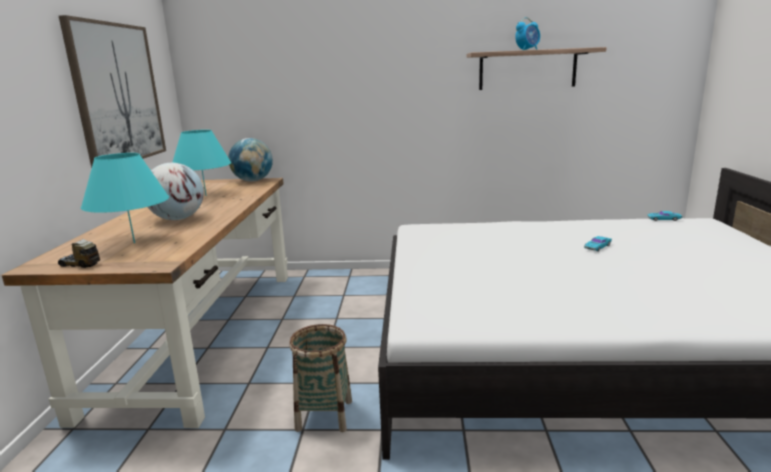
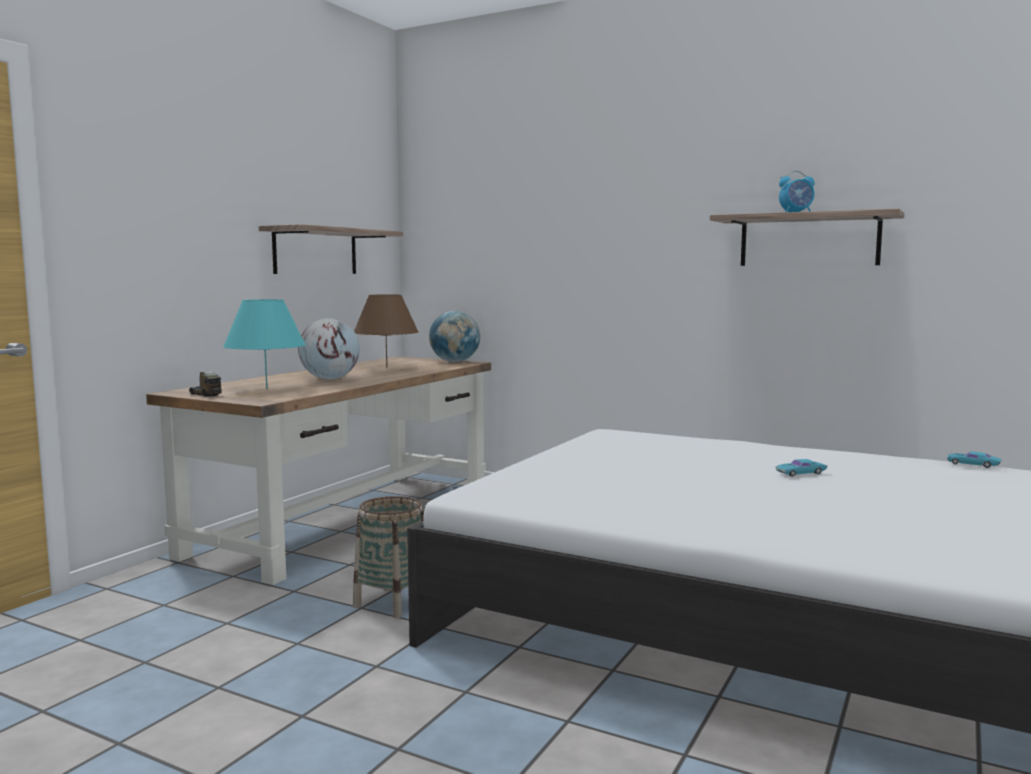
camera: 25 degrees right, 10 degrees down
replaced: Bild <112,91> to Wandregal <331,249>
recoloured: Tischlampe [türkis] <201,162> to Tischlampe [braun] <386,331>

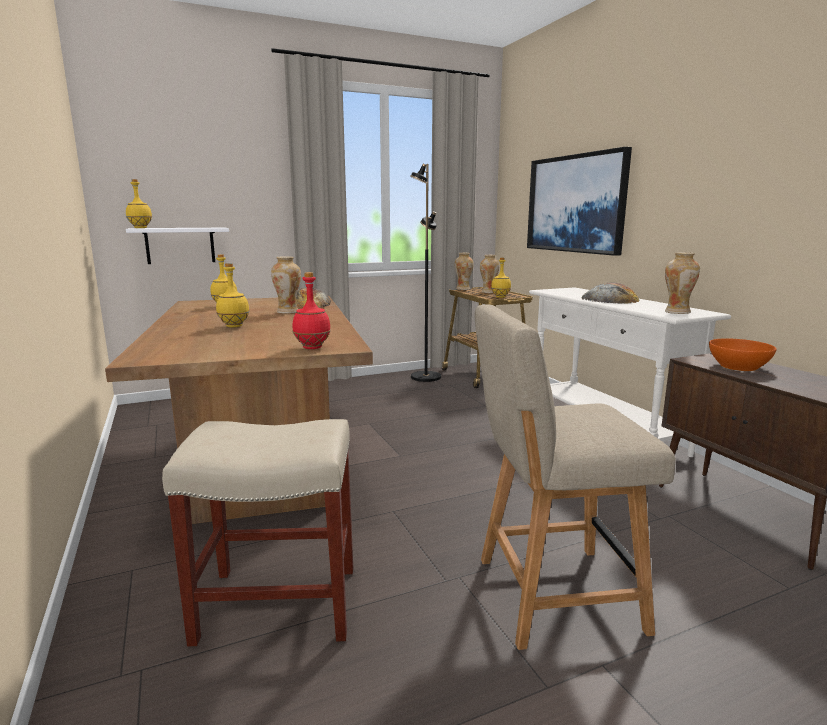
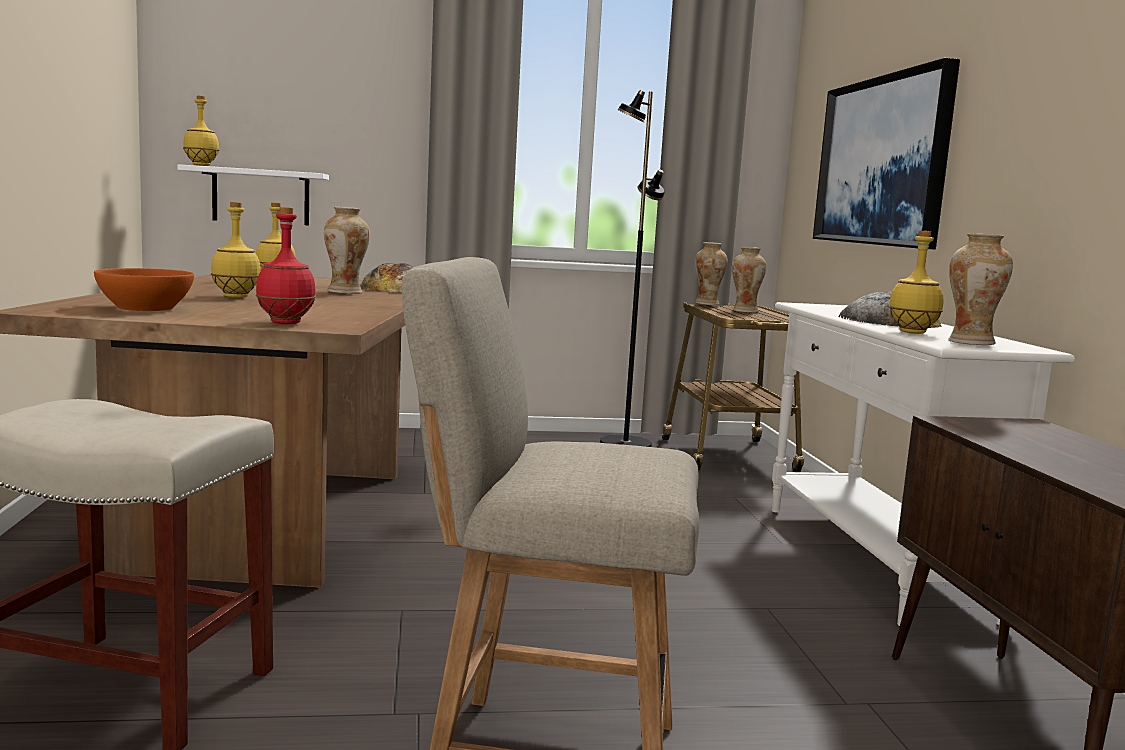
camera: 15 degrees right, 5 degrees down
moved: Flasche [gelb] <501,277> to <915,282>; Schüssel [orange] <743,354> to <144,289>

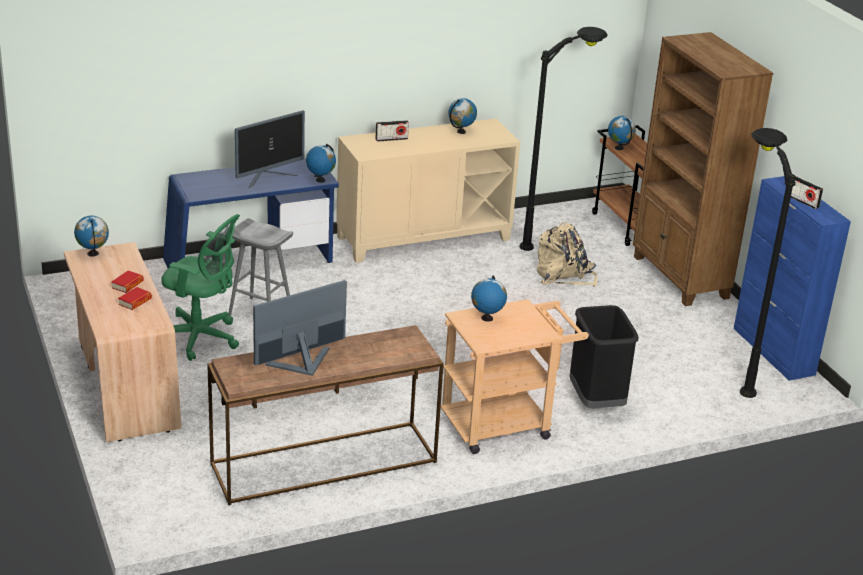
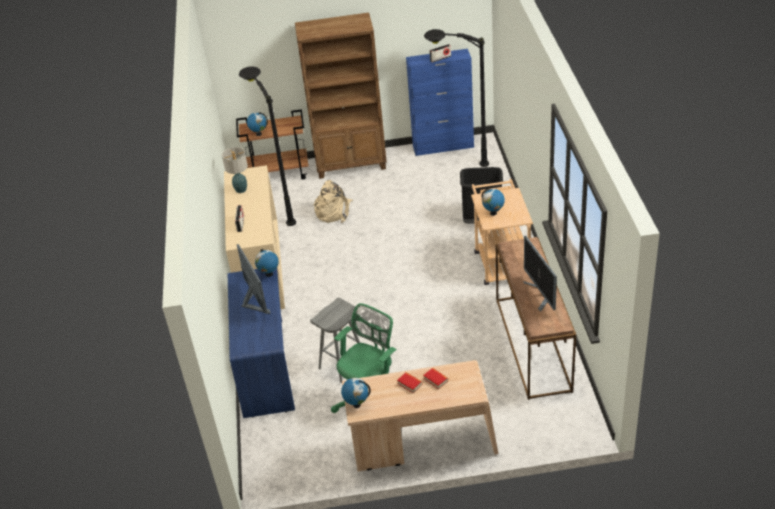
camera: 70 degrees left, 10 degrees up
replaced: Globus <463,116> to Tischlampe <235,170>

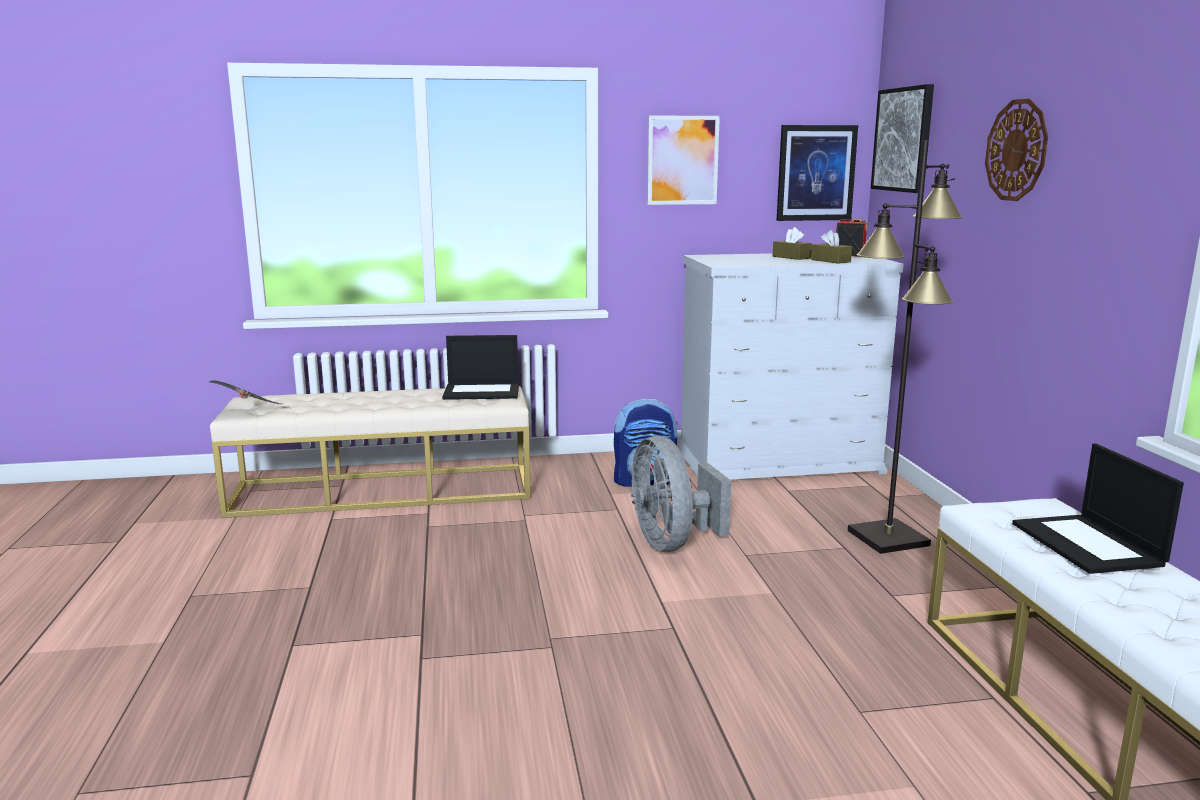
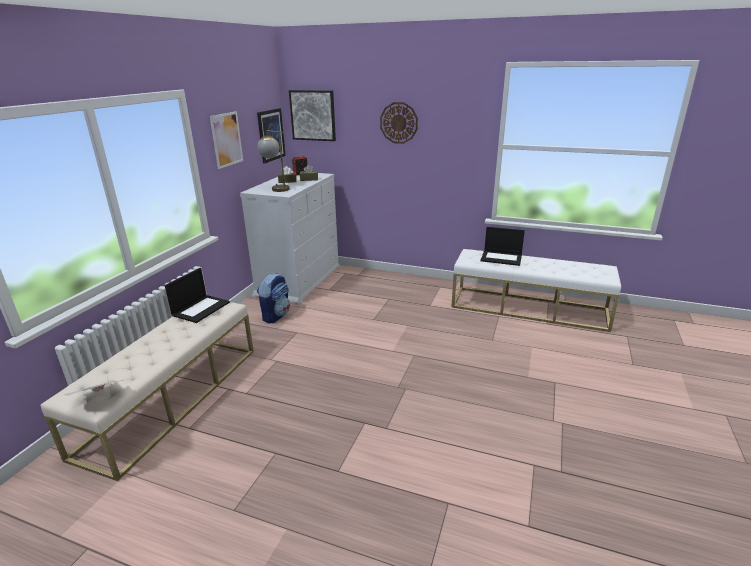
camera: 60 degrees left, 10 degrees up
removed: Stehlampe [schwarz] <905,347>; Ventilator [grau] <681,494>
added: Tischlampe <273,161>

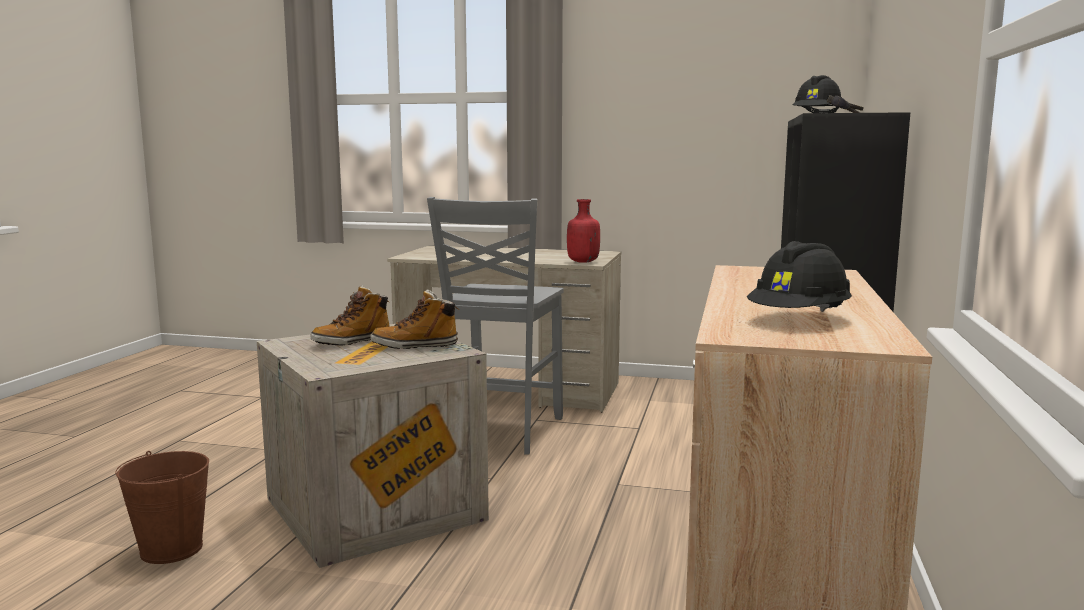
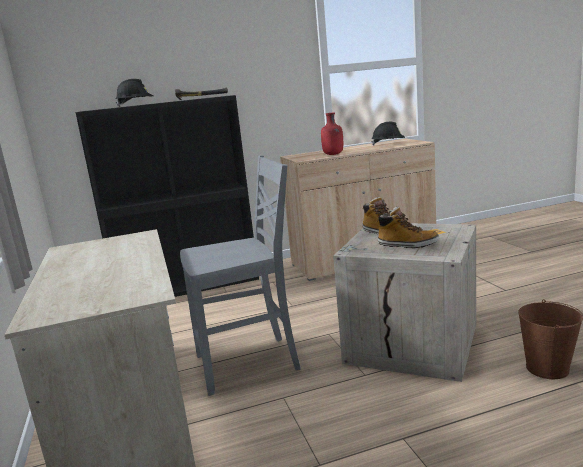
camera: 120 degrees left, 5 degrees up
moved: Flasche [rot] <583,231> to <332,134>

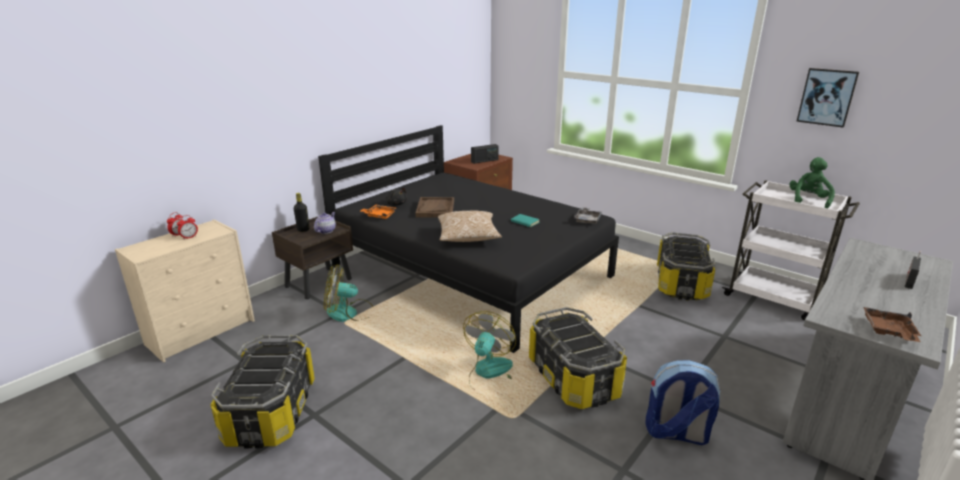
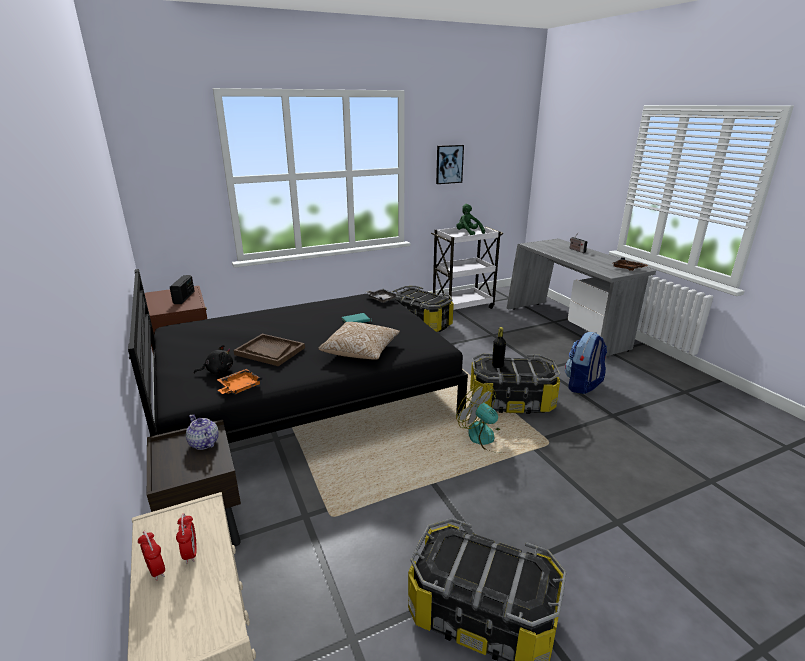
camera: 65 degrees left, 0 degrees up
removed: Ventilator <348,293>
moved: Flasche [schwarz] <301,212> to <499,347>

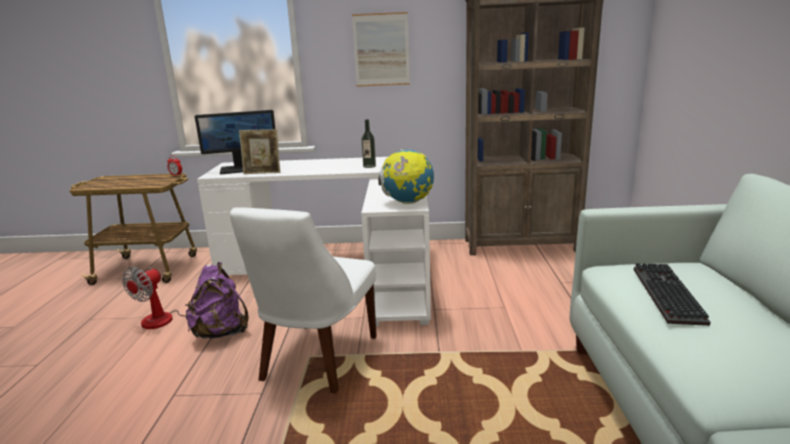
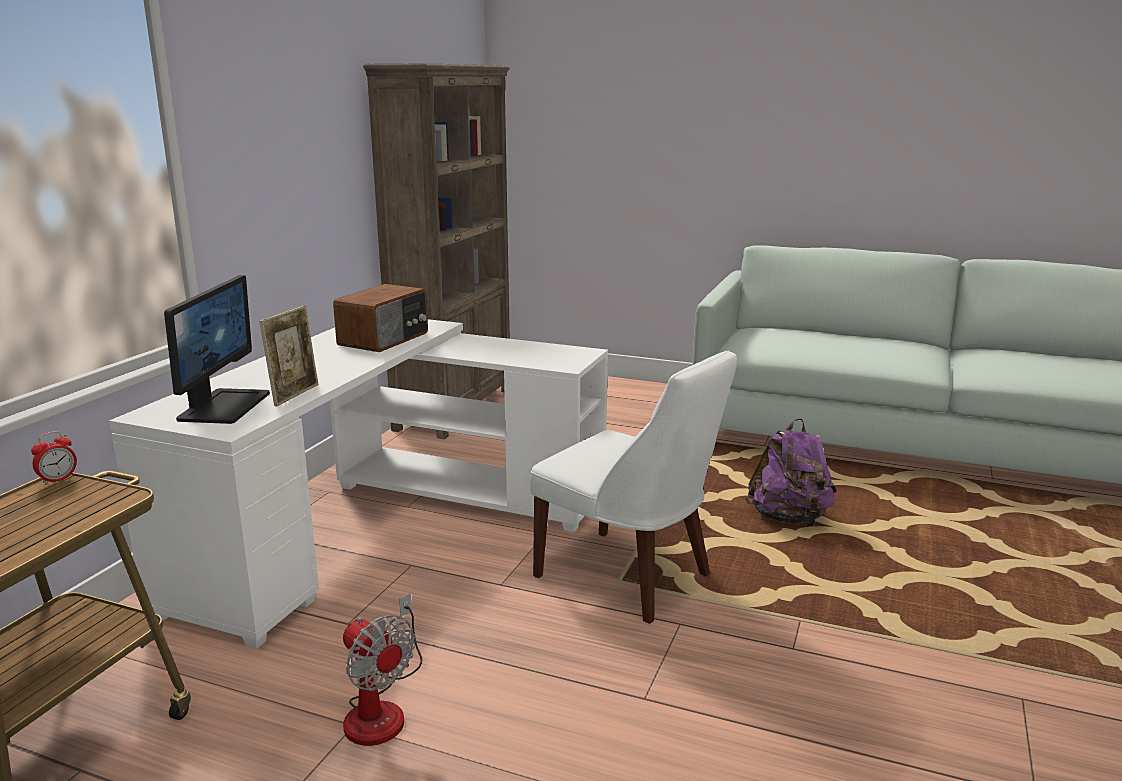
camera: 70 degrees left, 0 degrees up
removed: Bild <381,49>; Globus <406,176>; Tastatur <672,294>
moved: Rucksack [lila] <216,300> to <791,472>
replaced: Flasche <369,143> to Radio <380,318>

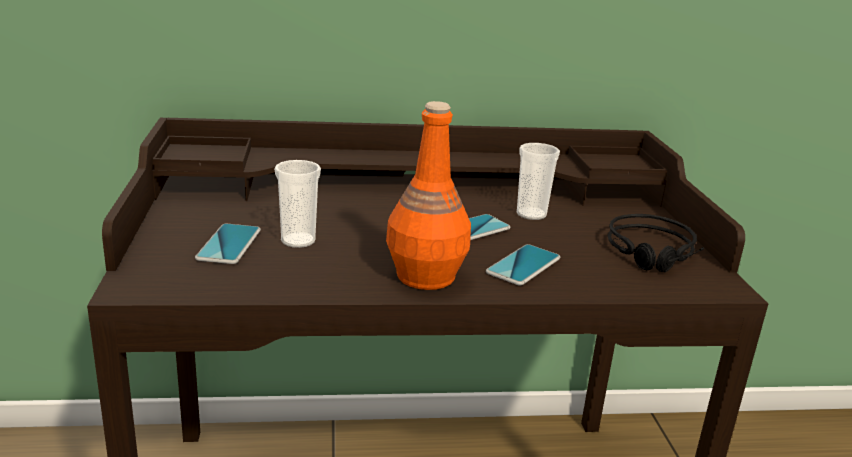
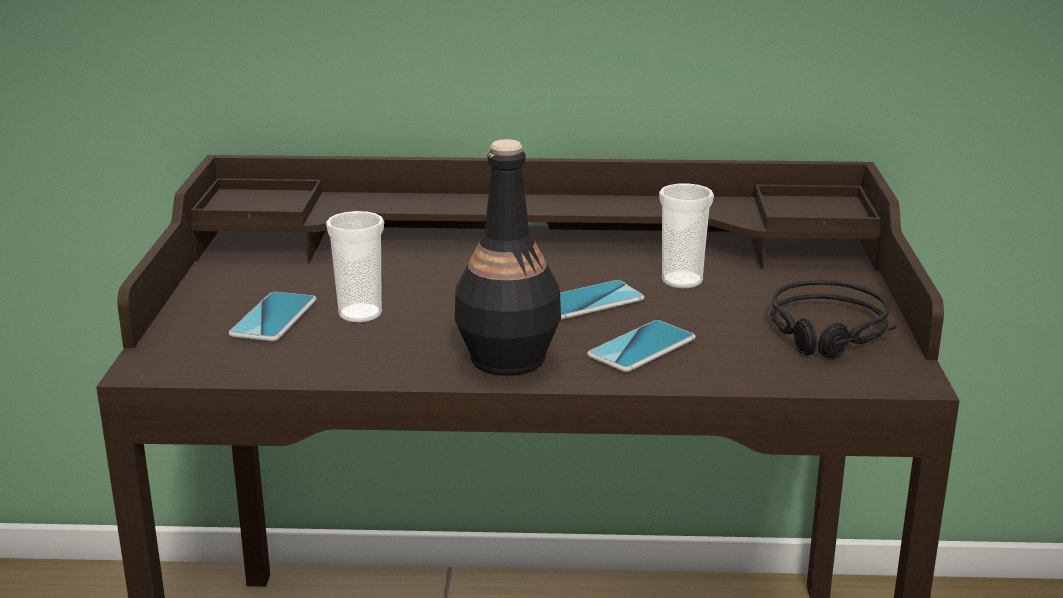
camera: 10 degrees right, 0 degrees up
recoloured: Flasche [orange] <428,195> to Flasche [schwarz] <508,257>

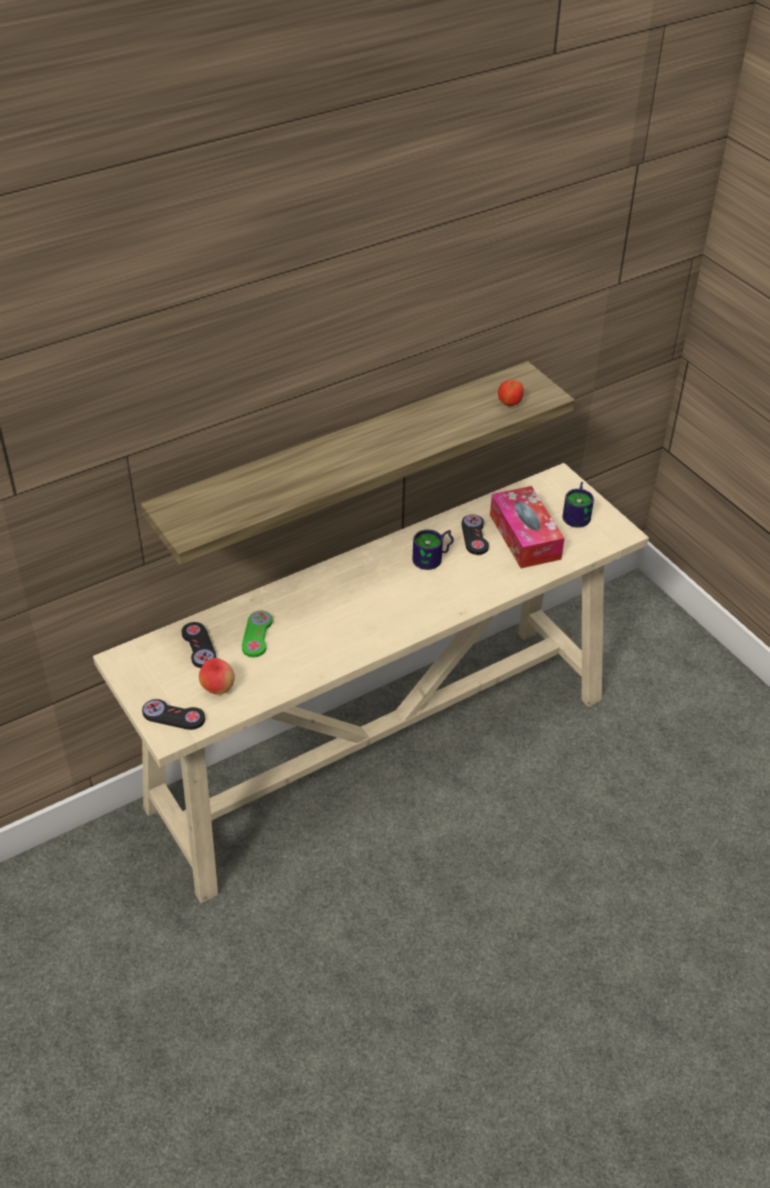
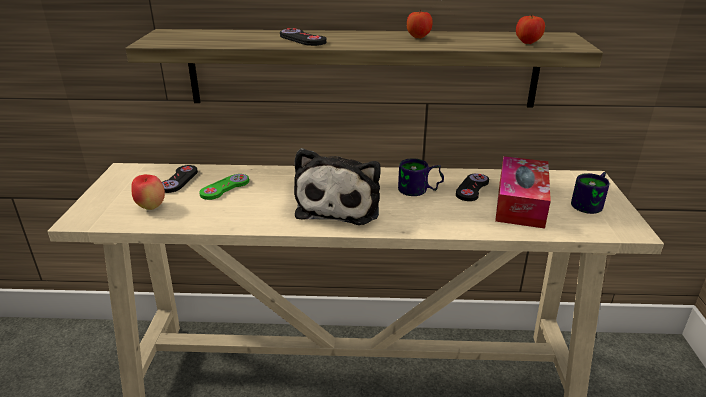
camera: 35 degrees right, 15 degrees down
added: Apfel <420,24>; Plüschtier <337,186>
moved: Gamepad [schwarz] <173,714> to <303,37>

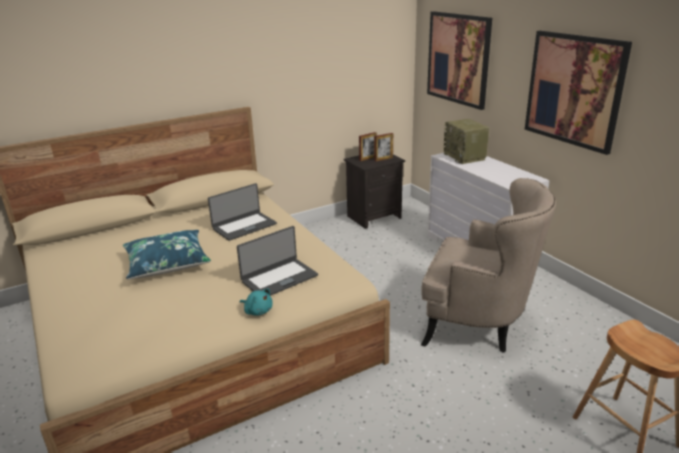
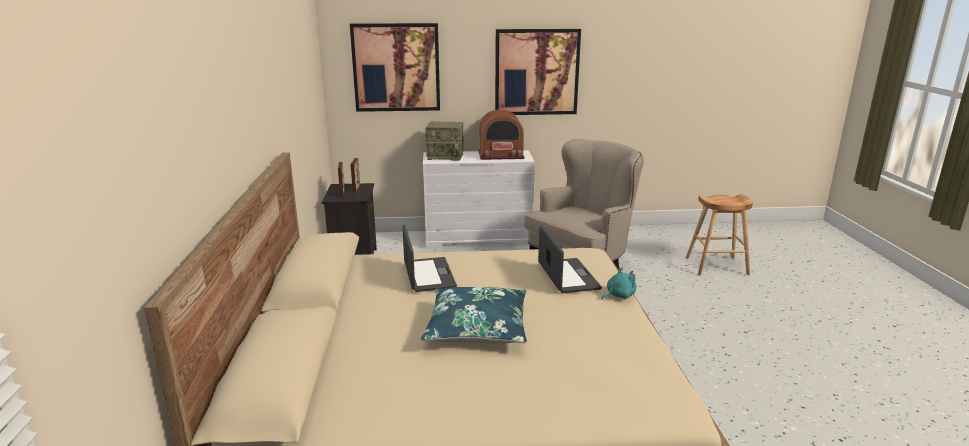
camera: 65 degrees left, 5 degrees down
added: Radio <501,135>

